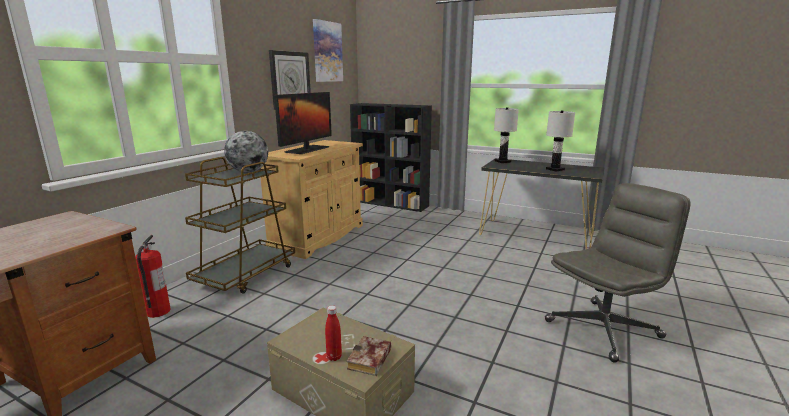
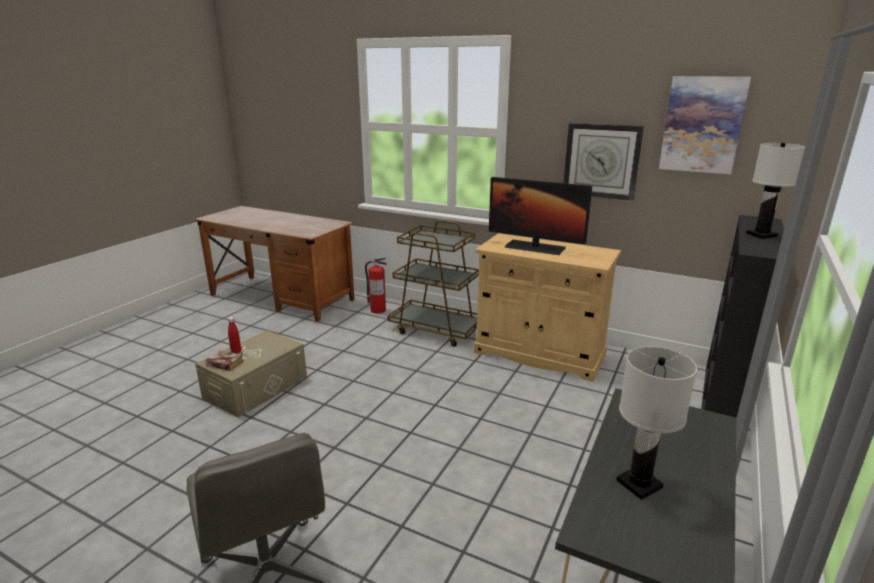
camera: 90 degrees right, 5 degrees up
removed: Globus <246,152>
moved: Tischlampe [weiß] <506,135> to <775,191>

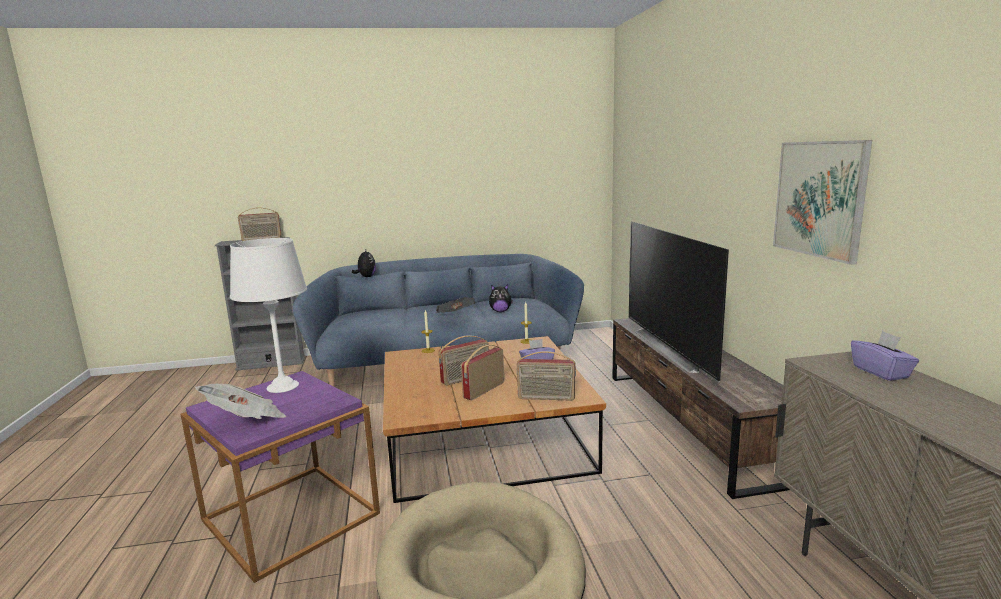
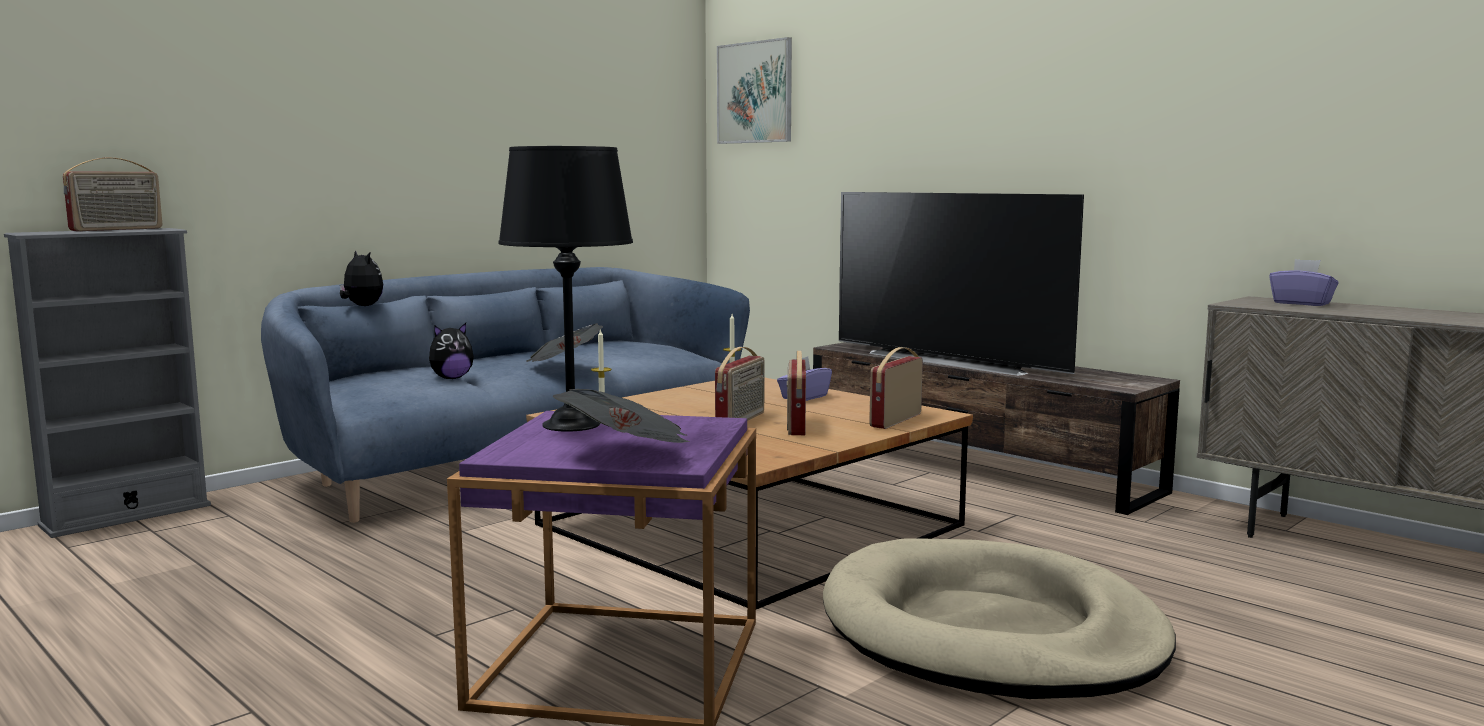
camera: 35 degrees left, 5 degrees down
moved: Bild <822,202> to <754,90>; Plüschtier <501,298> to <451,351>
recoloured: Tischlampe [weiß] <268,315> to Tischlampe [schwarz] <565,289>
turned: Radio <546,376> = <896,388> 150 degrees clockwise

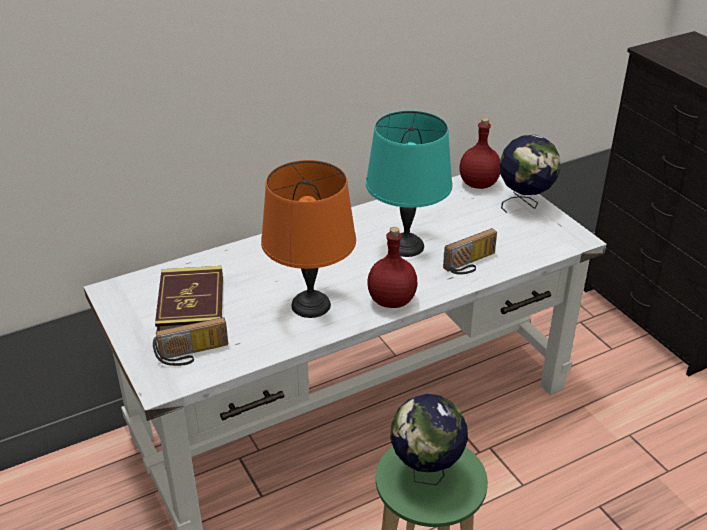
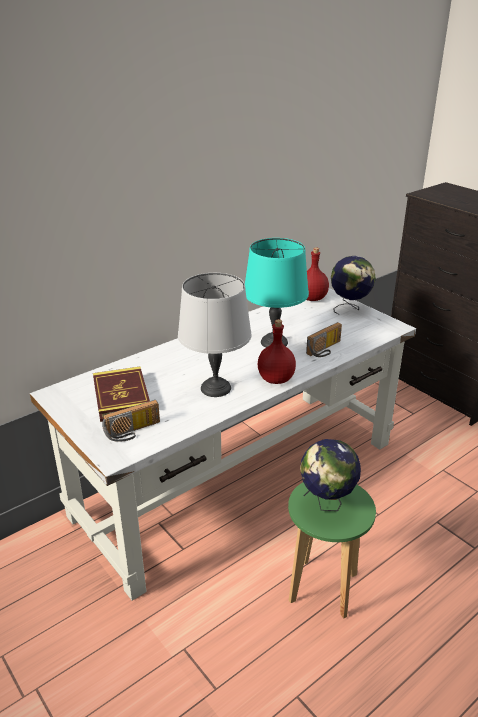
camera: 10 degrees left, 5 degrees down
recoloured: Tischlampe [orange] <308,239> to Tischlampe [grau] <214,335>

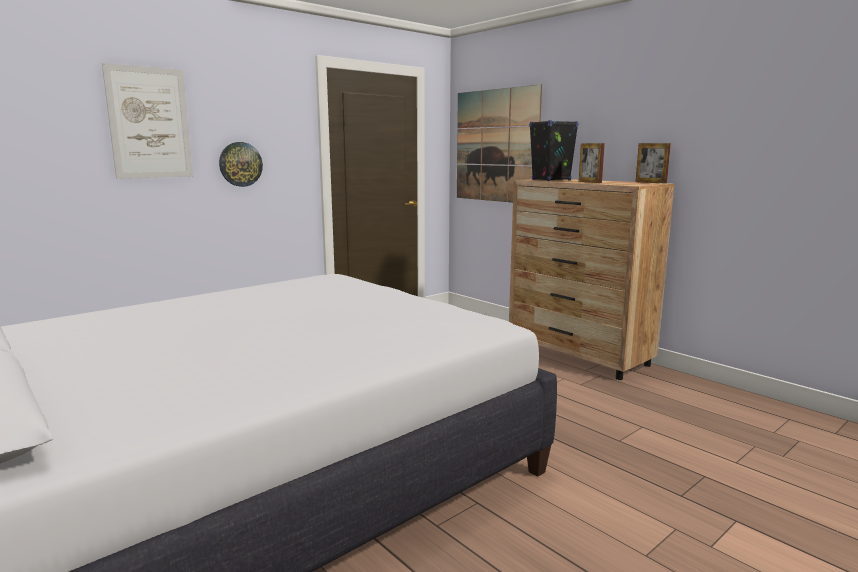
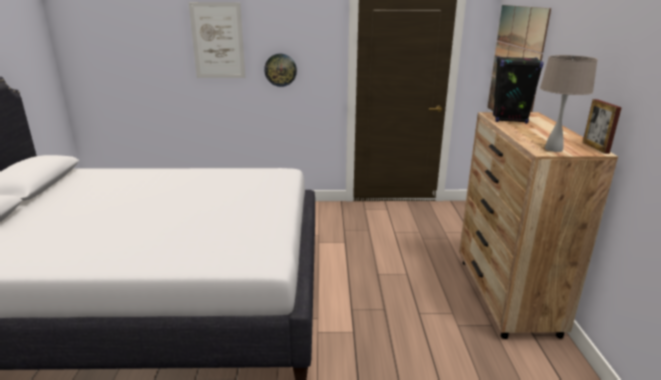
camera: 40 degrees right, 10 degrees up
removed: Bilderrahmen <592,163>
added: Tischlampe [beige] <569,103>

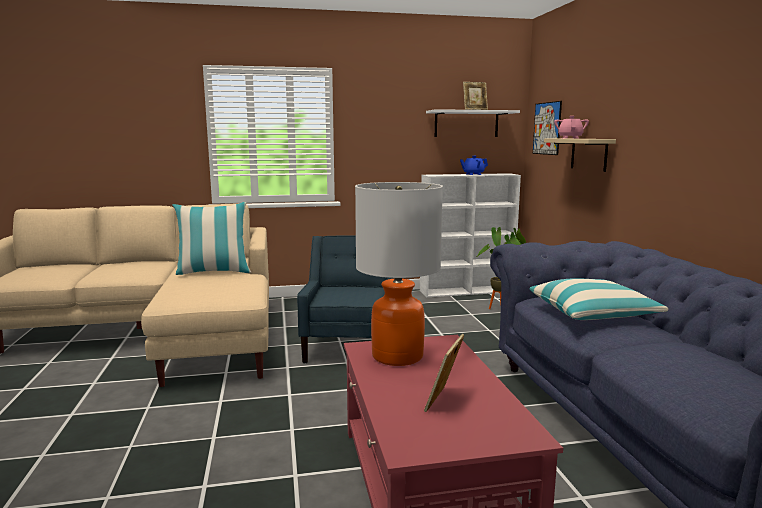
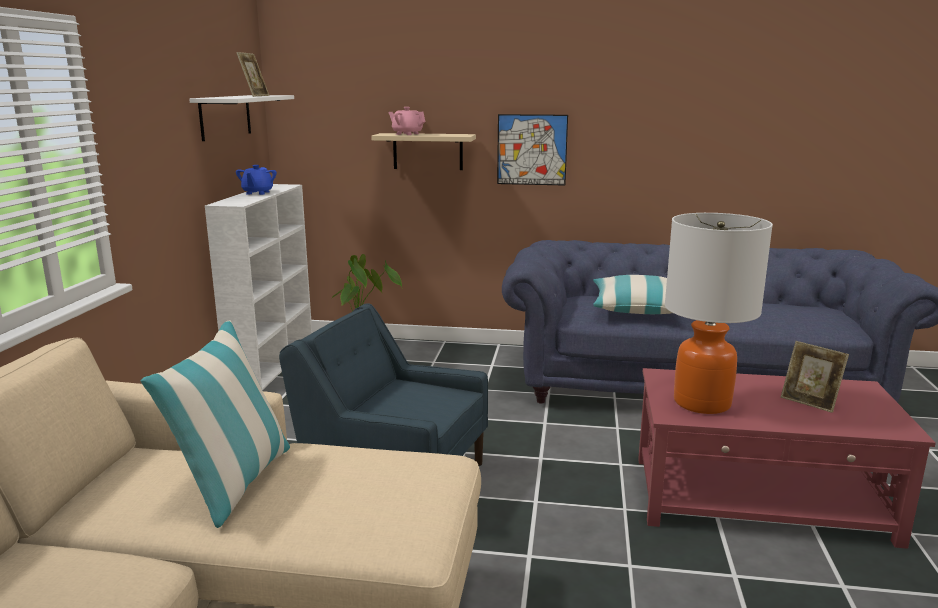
camera: 70 degrees left, 5 degrees up
moved: Bild <547,128> to <532,150>

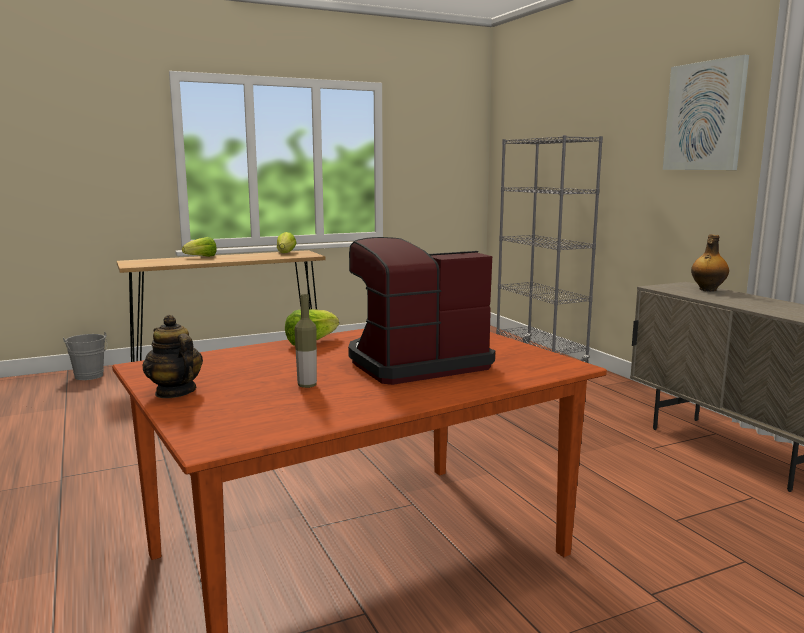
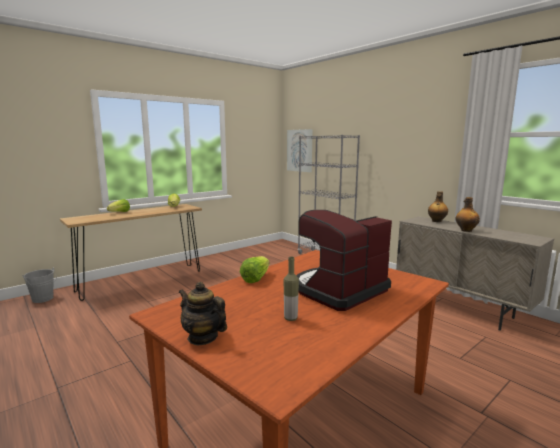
camera: 15 degrees left, 0 degrees up
added: Flasche <468,214>
moved: Bild <706,112> to <300,150>

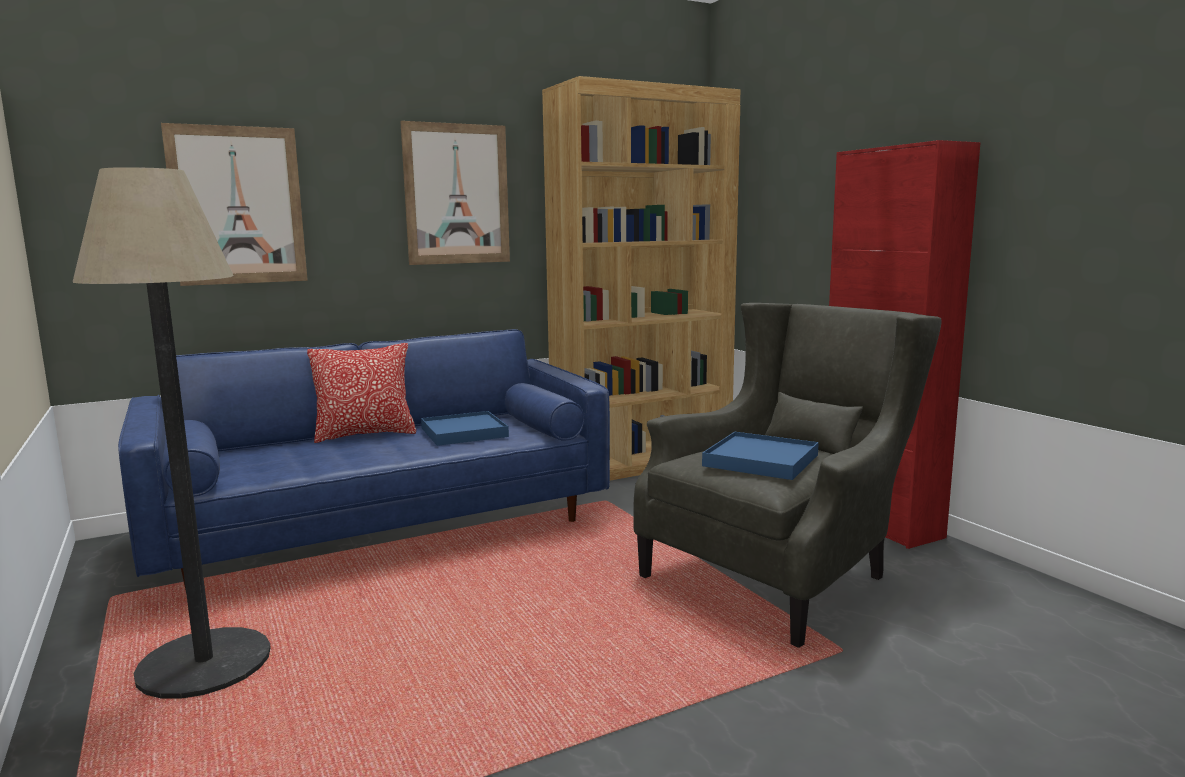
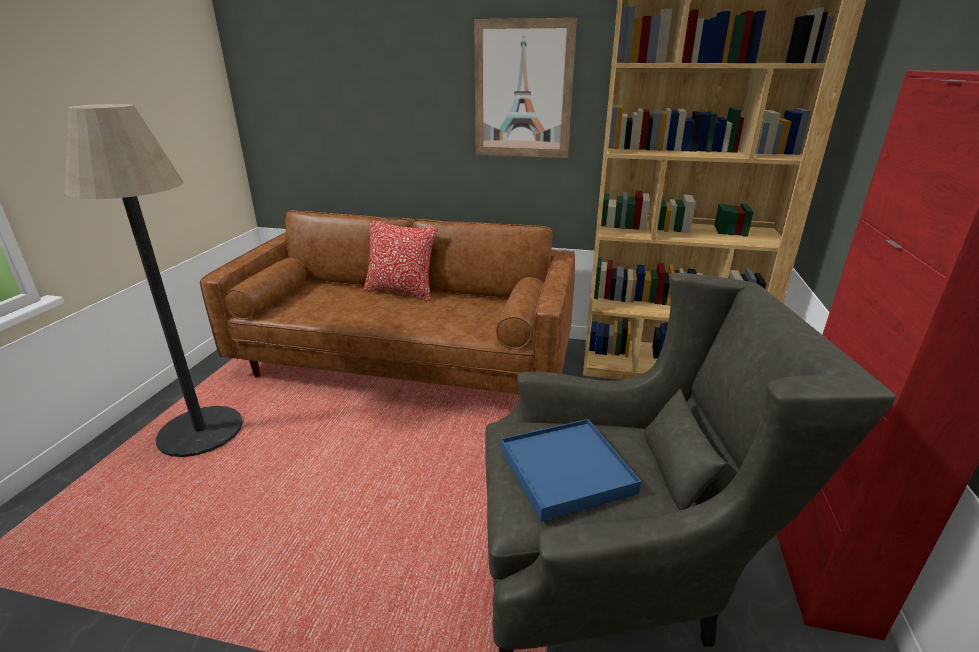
camera: 40 degrees right, 15 degrees up
removed: Bild <234,204>; Tablett [blau] <465,428>
recoloured: Sofa [blau] <364,459> to Sofa [braun] <387,302>

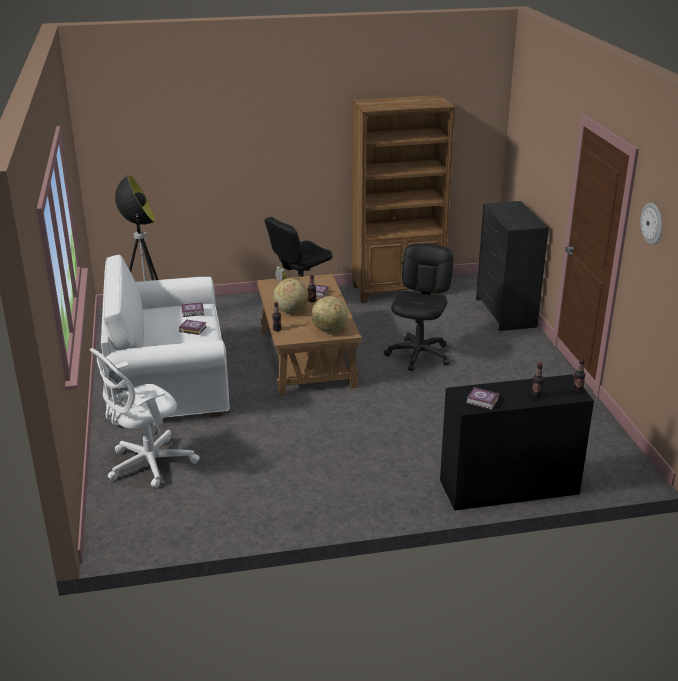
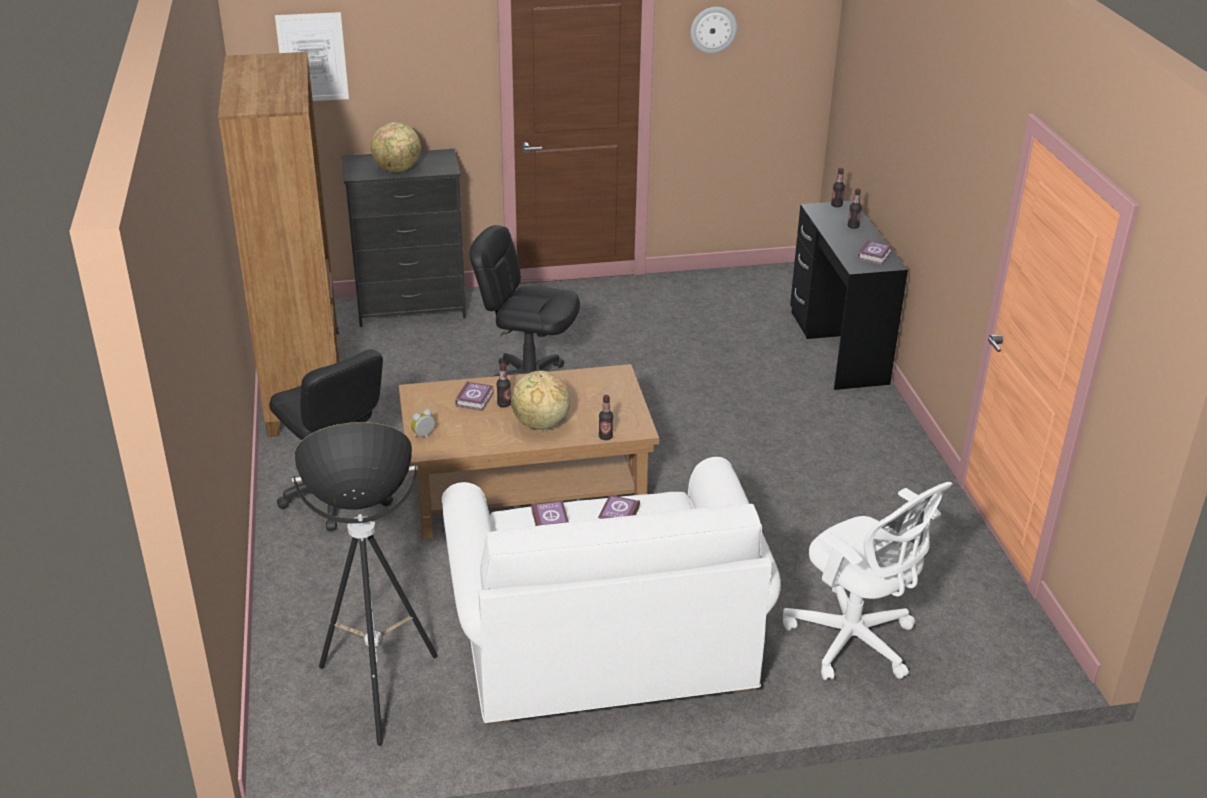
camera: 90 degrees left, 5 degrees up
added: Bild <312,56>
moved: Globus <329,314> to <396,147>

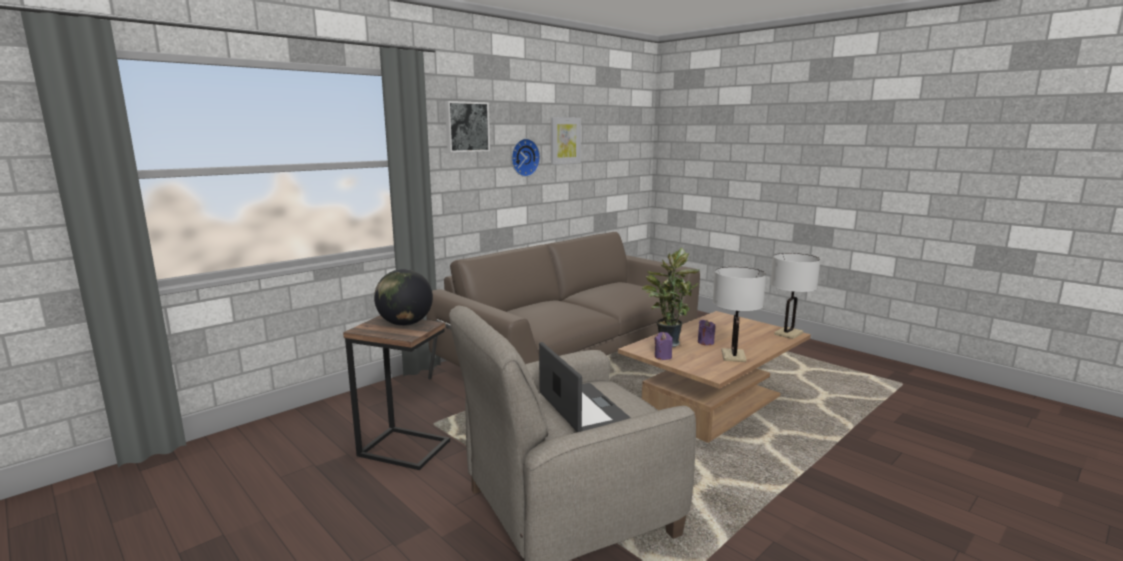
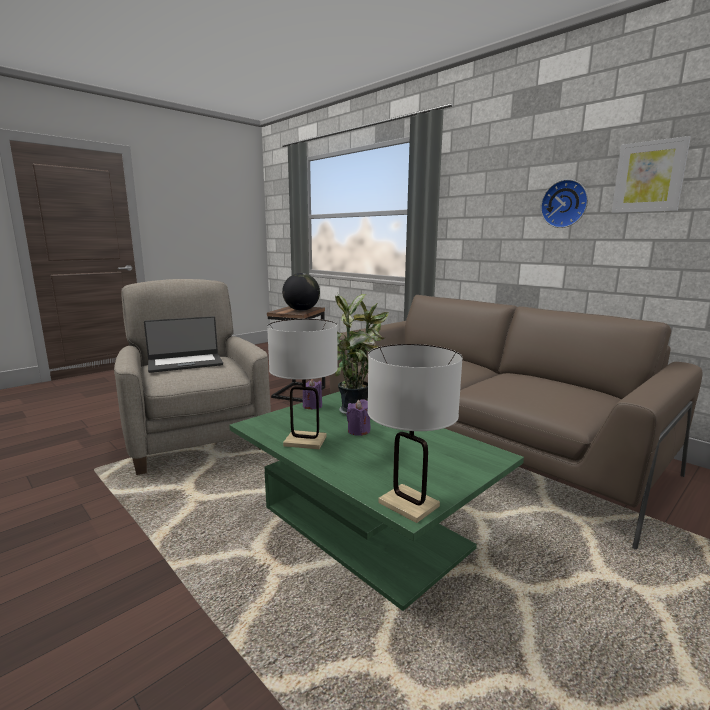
camera: 90 degrees right, 0 degrees up
removed: Bild <467,126>
recoloured: Couchtisch [braun] <714,377> to Couchtisch [grün] <376,501>

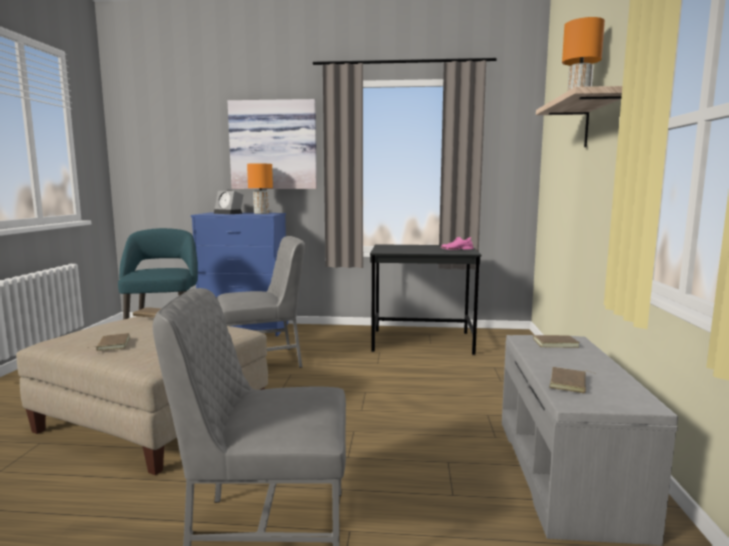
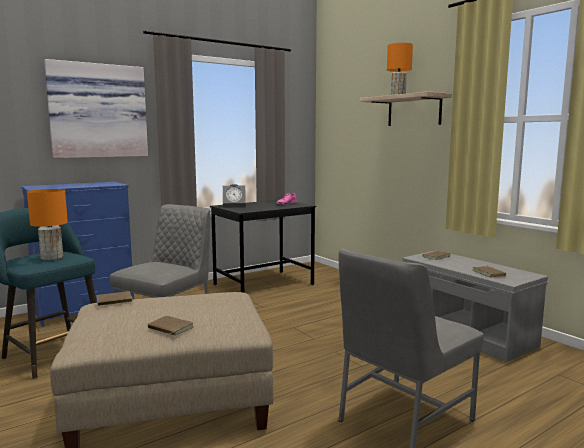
camera: 40 degrees left, 0 degrees up
moved: Tischlampe [orange] <260,188> to <47,224>; Wecker <228,202> to <234,196>

